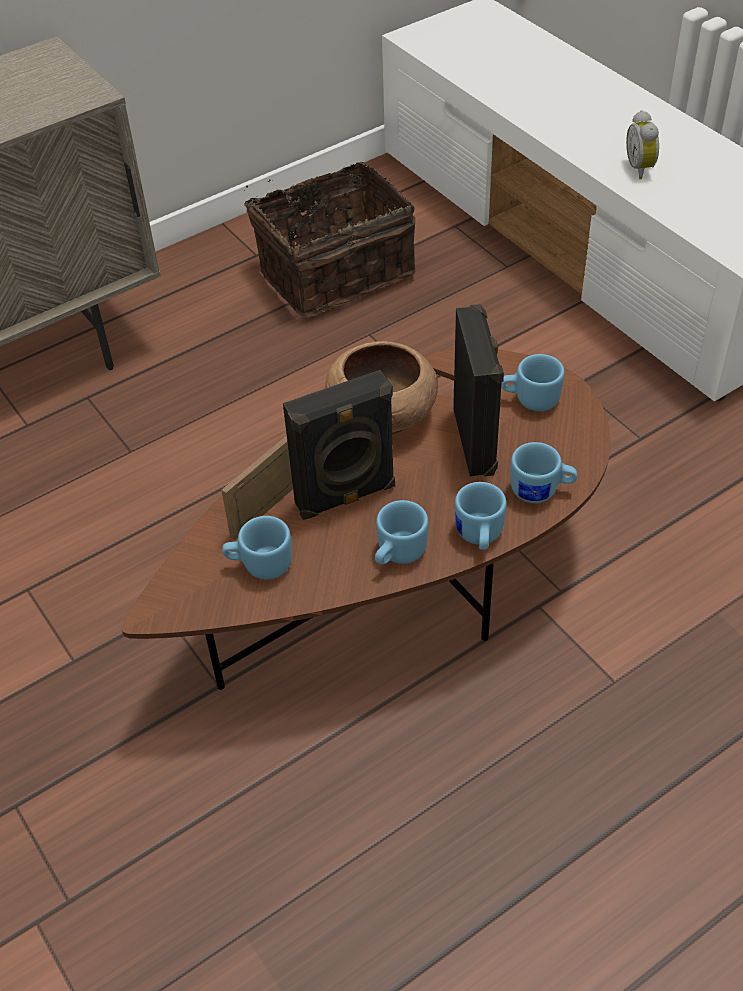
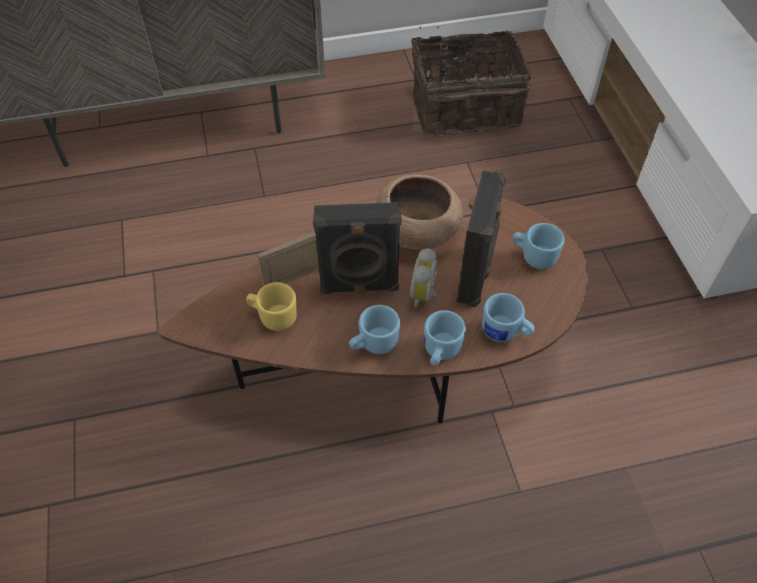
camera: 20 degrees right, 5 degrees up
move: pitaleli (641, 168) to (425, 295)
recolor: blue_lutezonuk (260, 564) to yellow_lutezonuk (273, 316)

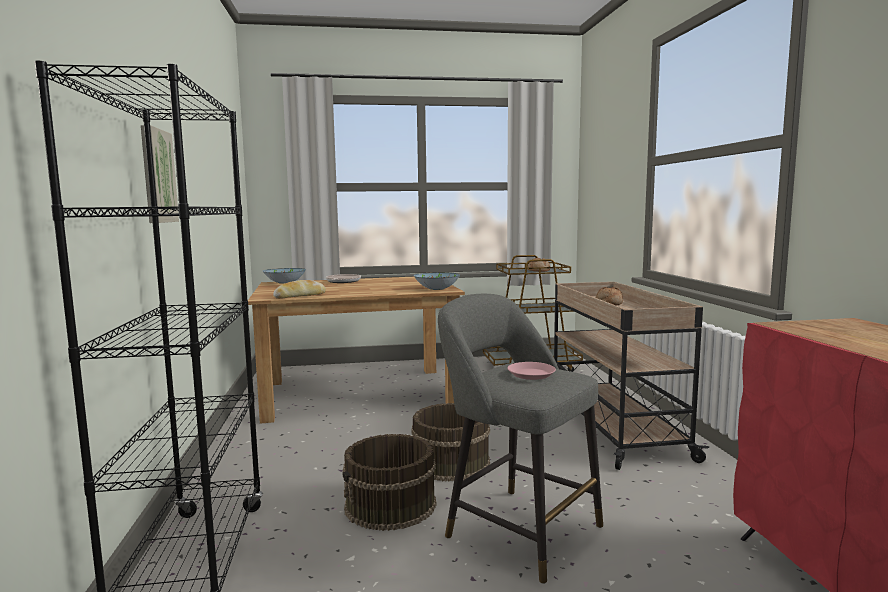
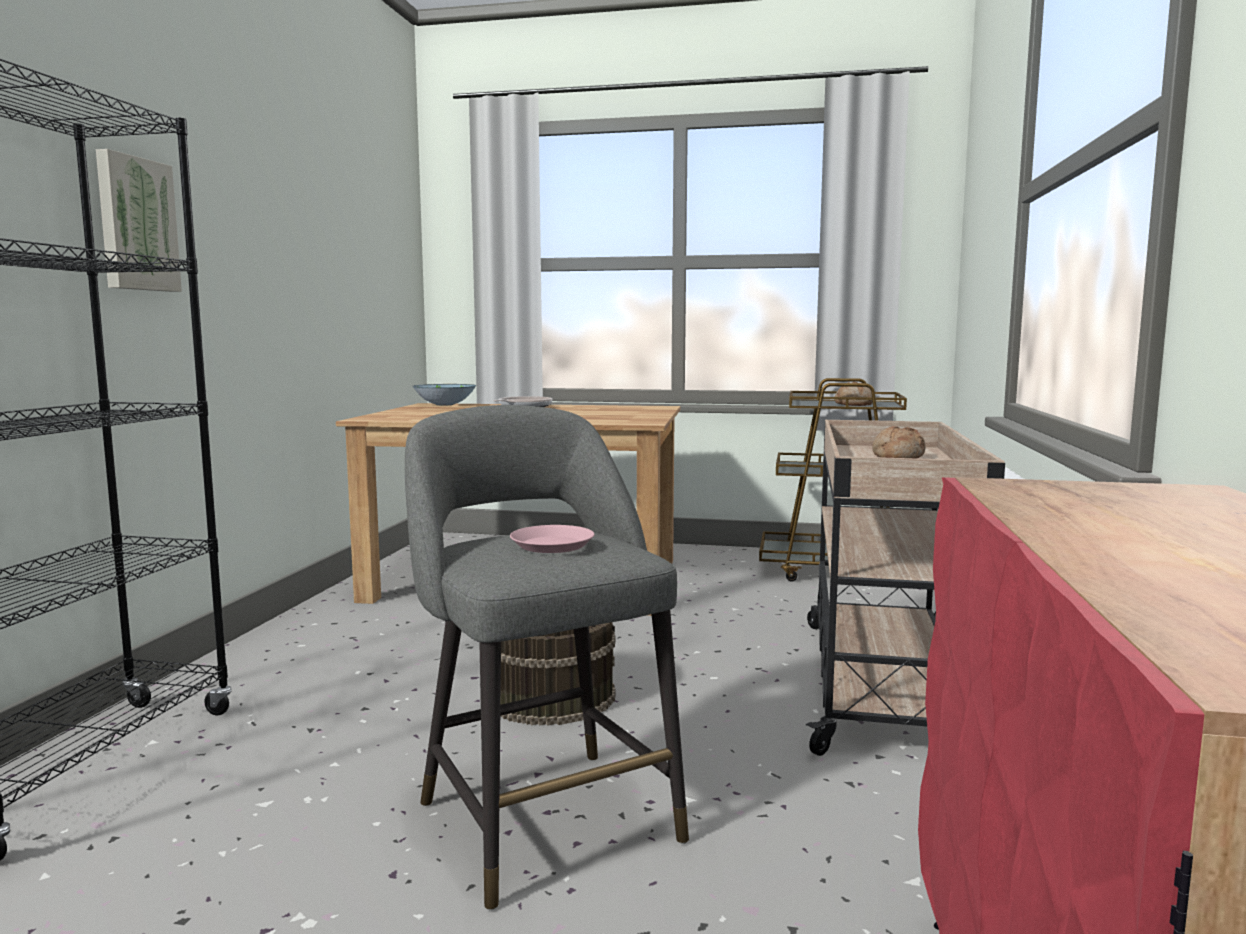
camera: 20 degrees right, 0 degrees up
delete: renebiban (300, 296); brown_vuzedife (391, 506); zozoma (436, 289)

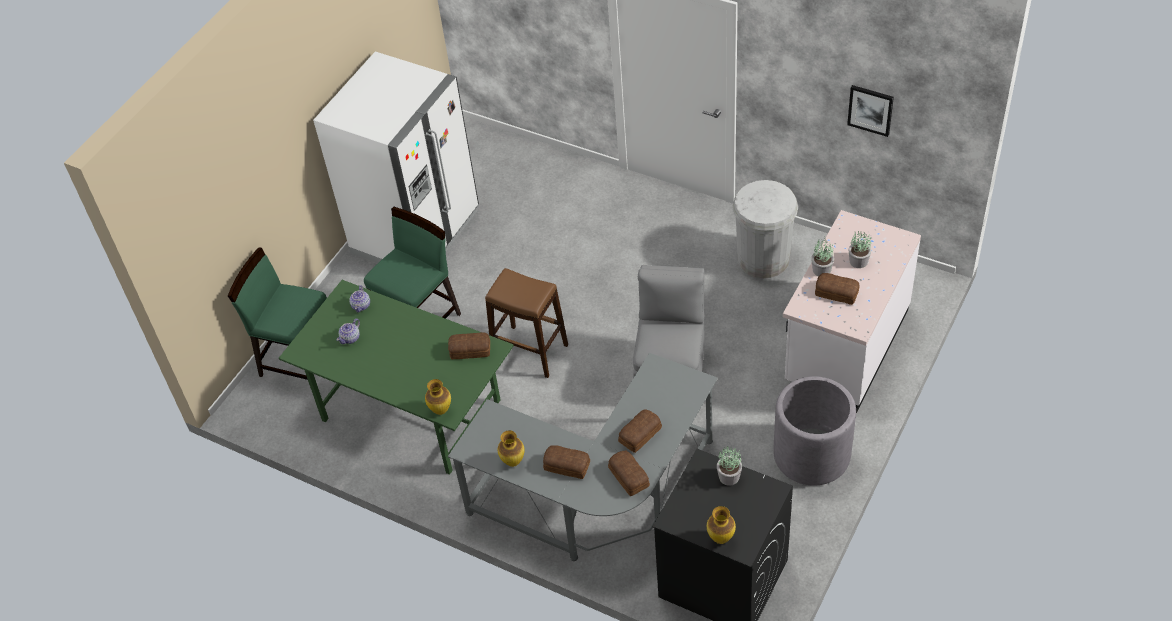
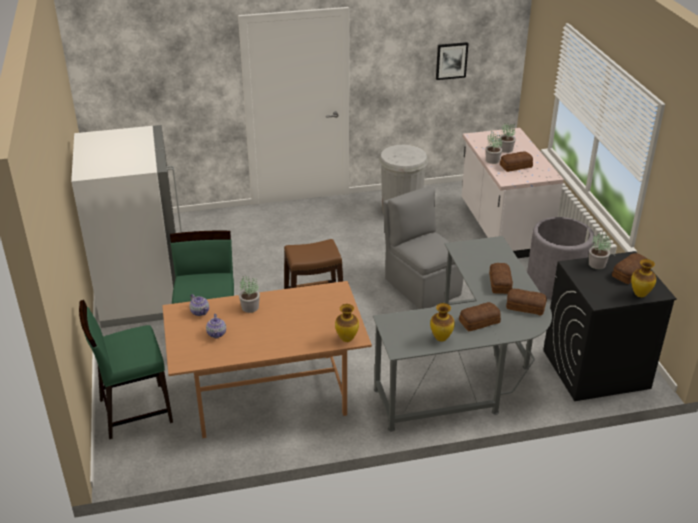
camera: 45 degrees left, 15 degrees down
insert: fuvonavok (250, 307)
move: renebiban (471, 350) to (630, 273)
recolor: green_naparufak (412, 410) to brown_naparufak (269, 393)

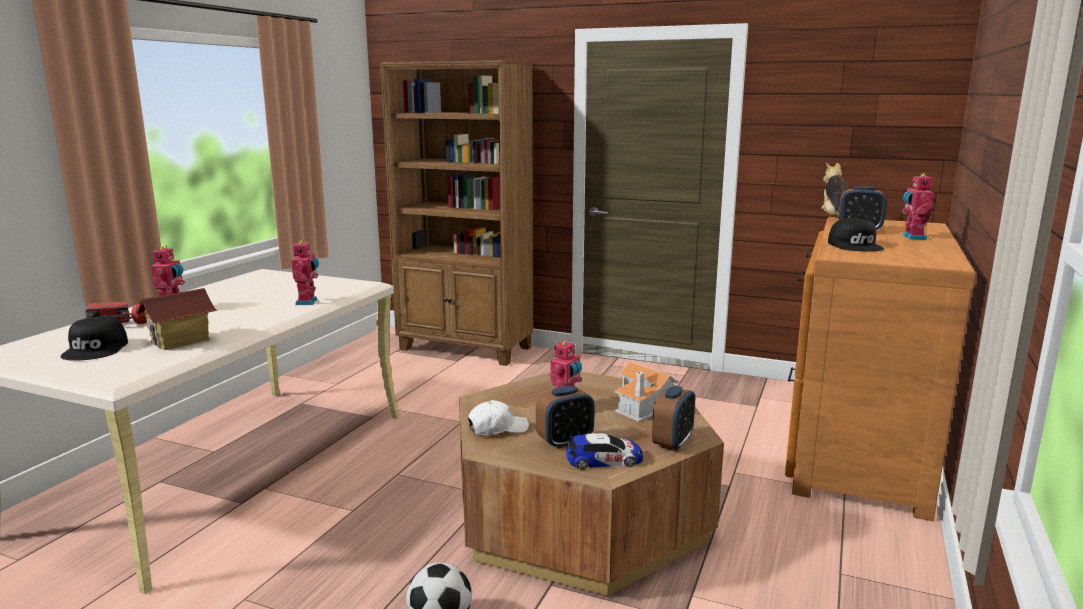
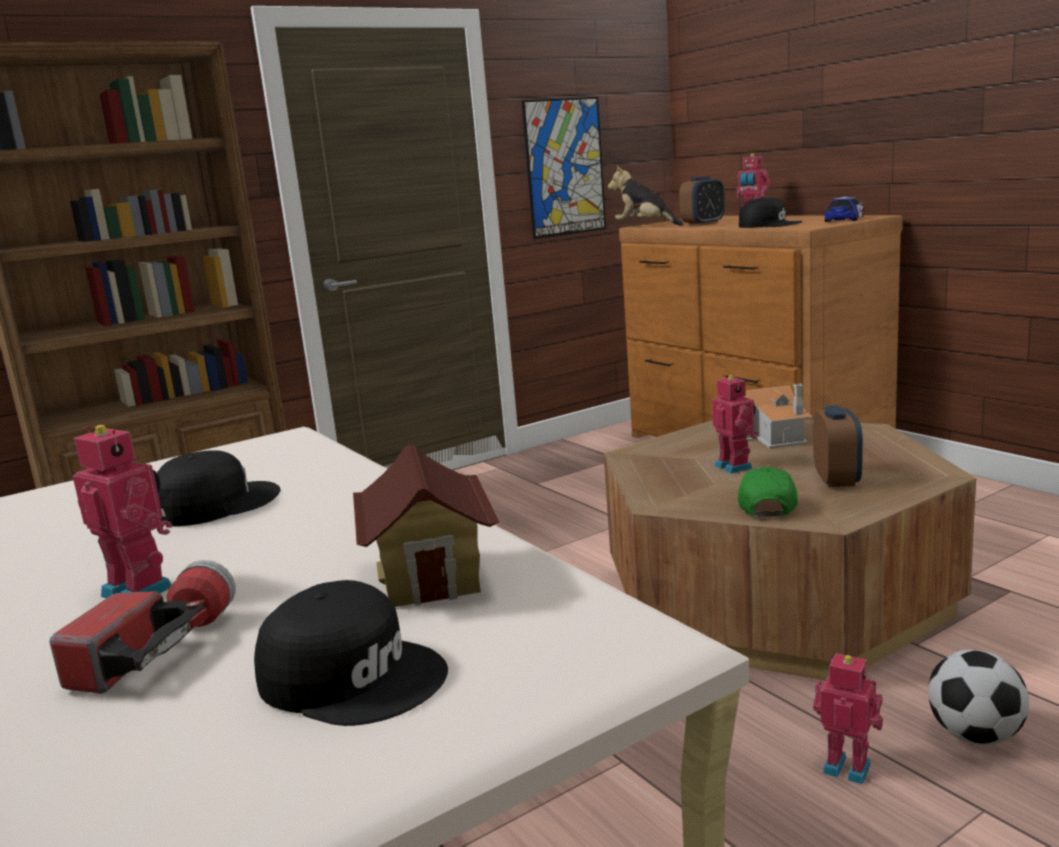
camera: 55 degrees left, 0 degrees up
delete: pitaleli (672, 442)
insert: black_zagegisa (216, 504); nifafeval (564, 167)
move: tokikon (308, 302) to (847, 766); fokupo (604, 460) to (844, 219)
recolor: white_zagegisa (497, 428) to green_zagegisa (767, 505)

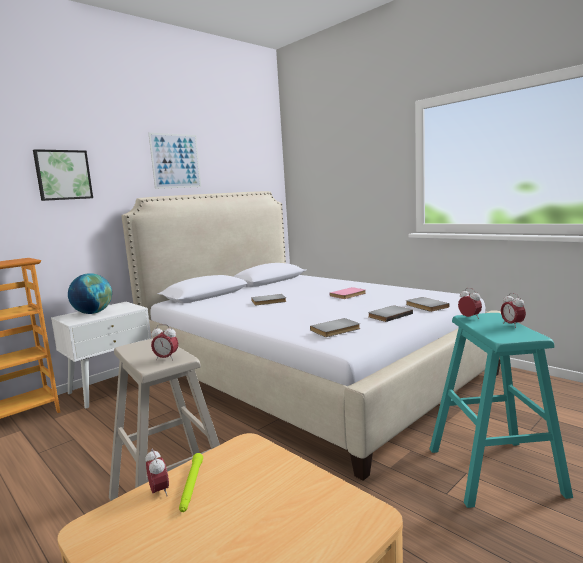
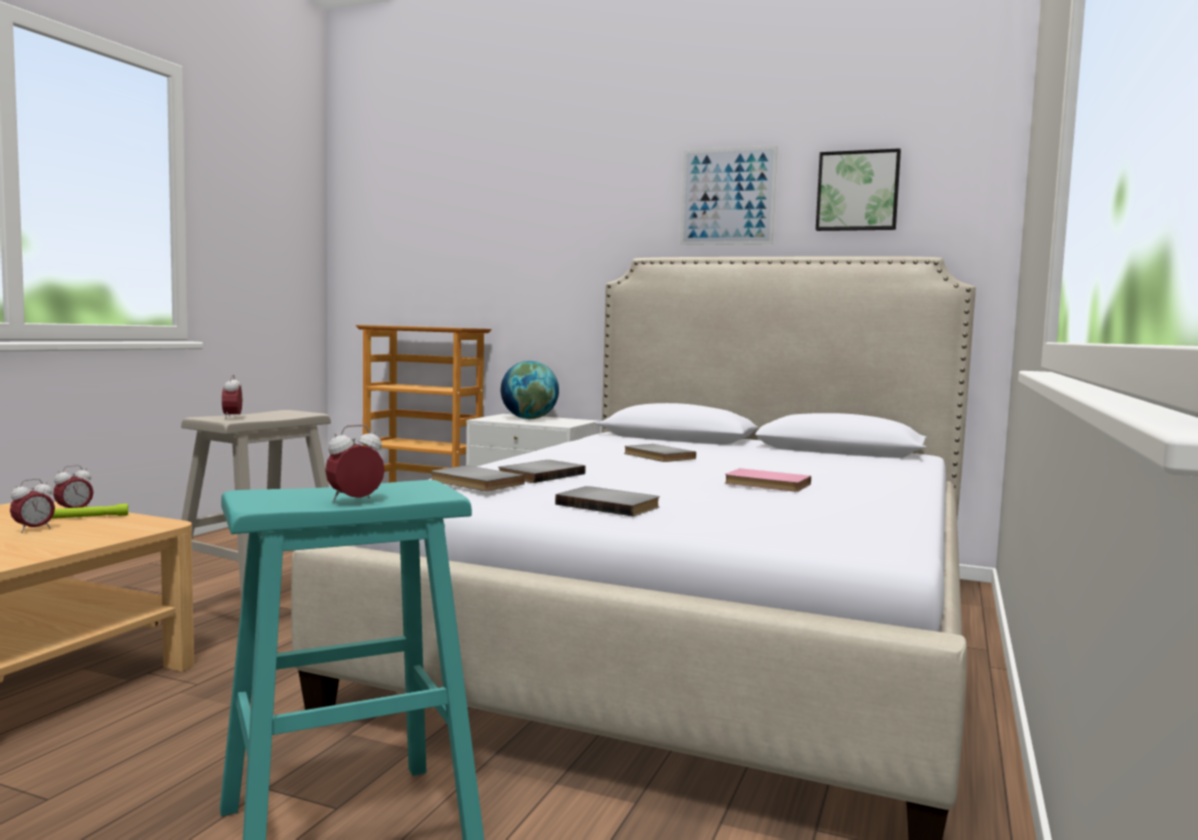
camera: 65 degrees right, 5 degrees down
move: nifafeval (63, 175) to (858, 191); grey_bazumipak (425, 306) to (539, 475); pitaleli (469, 318) to (33, 530)

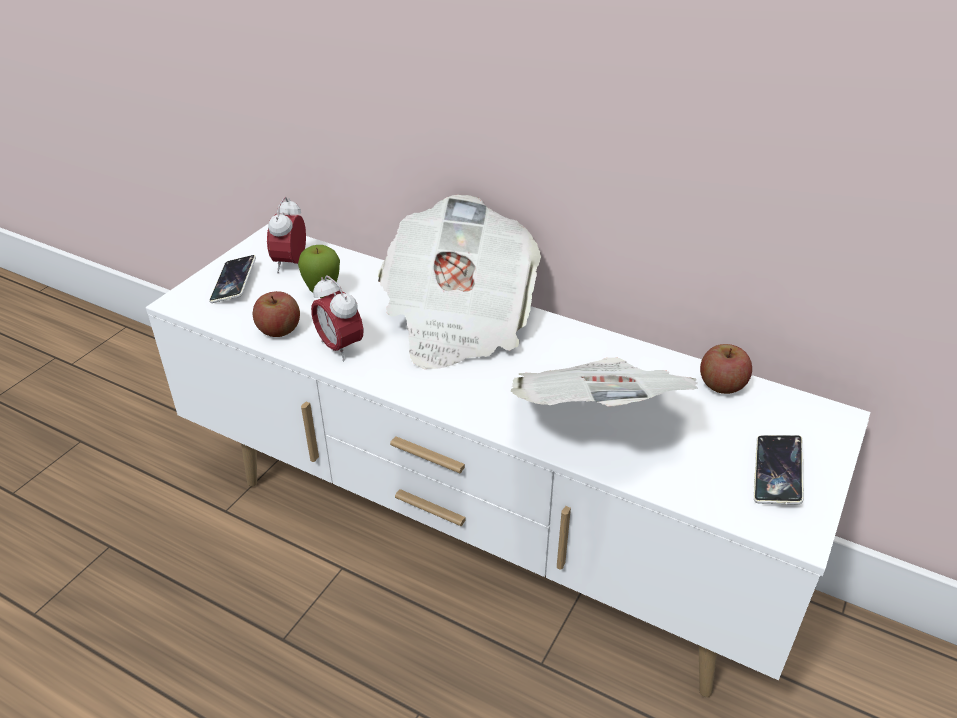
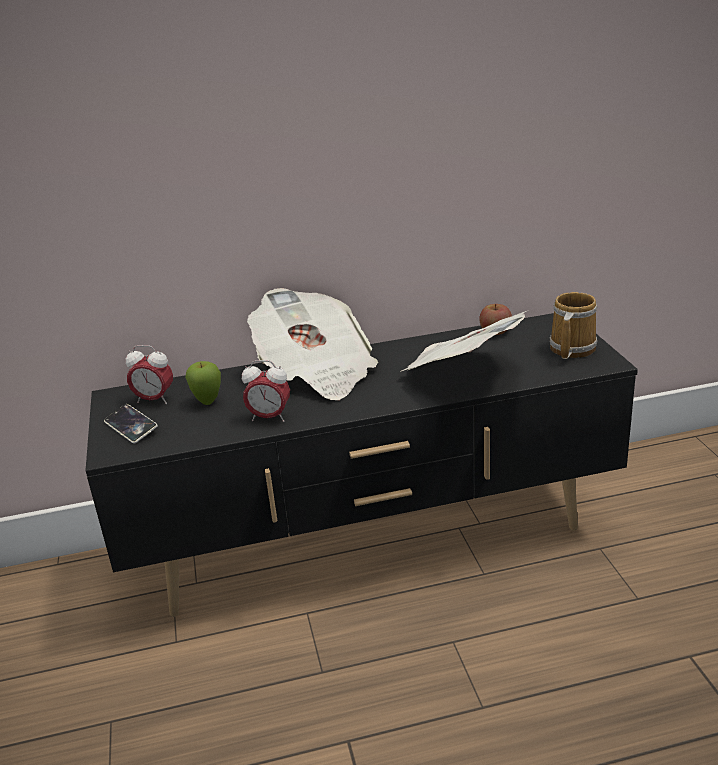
camera: 40 degrees left, 10 degrees down
delete: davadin (279, 330)
replace: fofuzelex (777, 473) to lutezonuk (570, 349)
recolor: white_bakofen (481, 540) to black_bakofen (373, 543)
rotate: pitaleli (291, 264) = (154, 400) 45 degrees counterclockwise

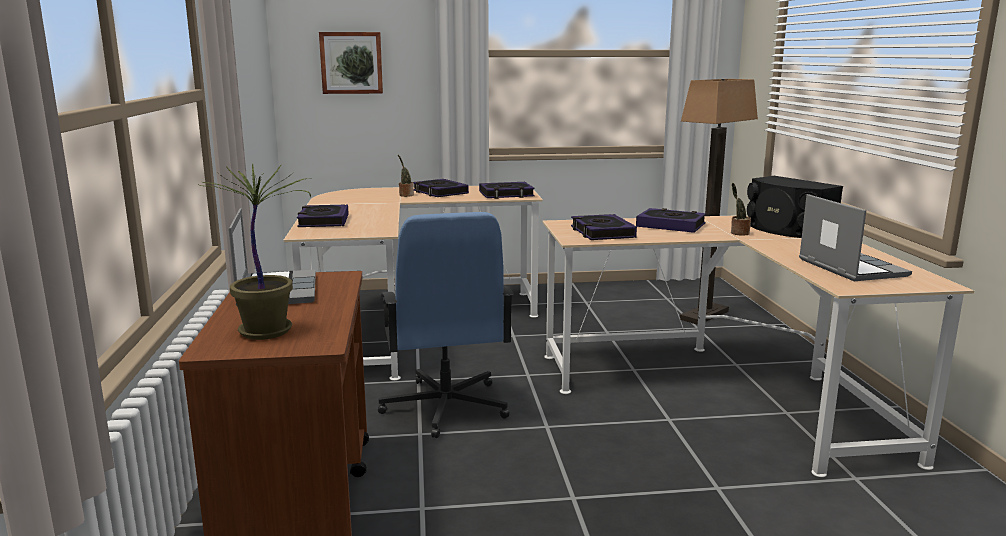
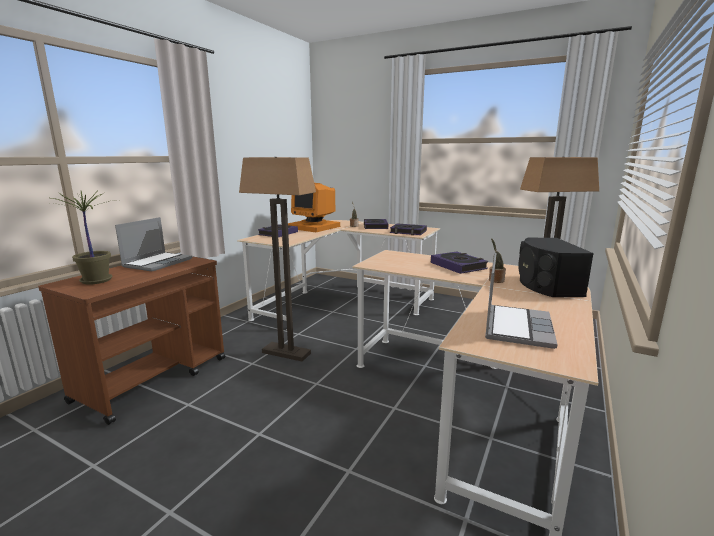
camera: 35 degrees right, 0 degrees up
delete: nifafeval (351, 63); bazumipak (602, 232)
insert: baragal (314, 227)
replace: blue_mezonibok (445, 407) to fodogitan (286, 353)

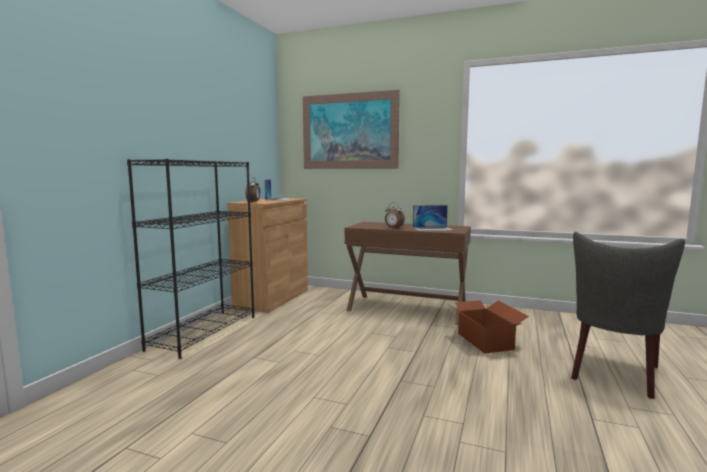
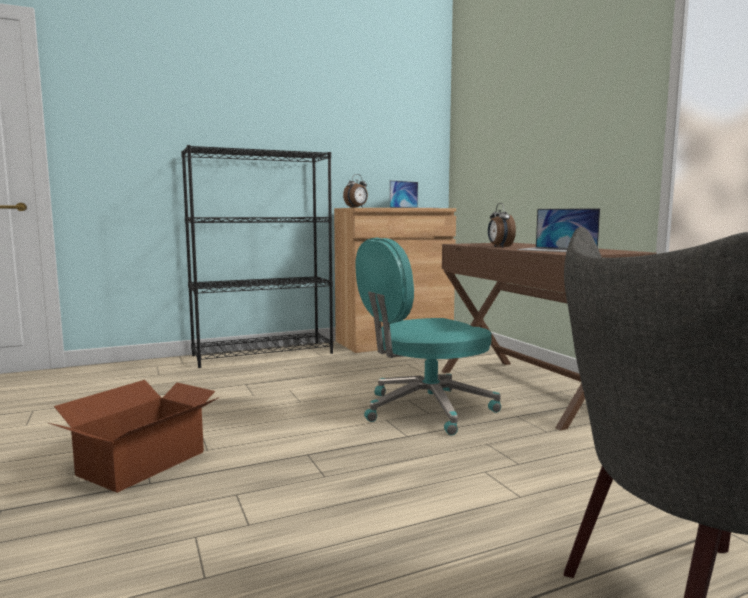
camera: 45 degrees right, 0 degrees up
delete: nifafeval (349, 131)
insert: turquoise_mezonibok (425, 409)
move: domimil (485, 341) to (144, 463)

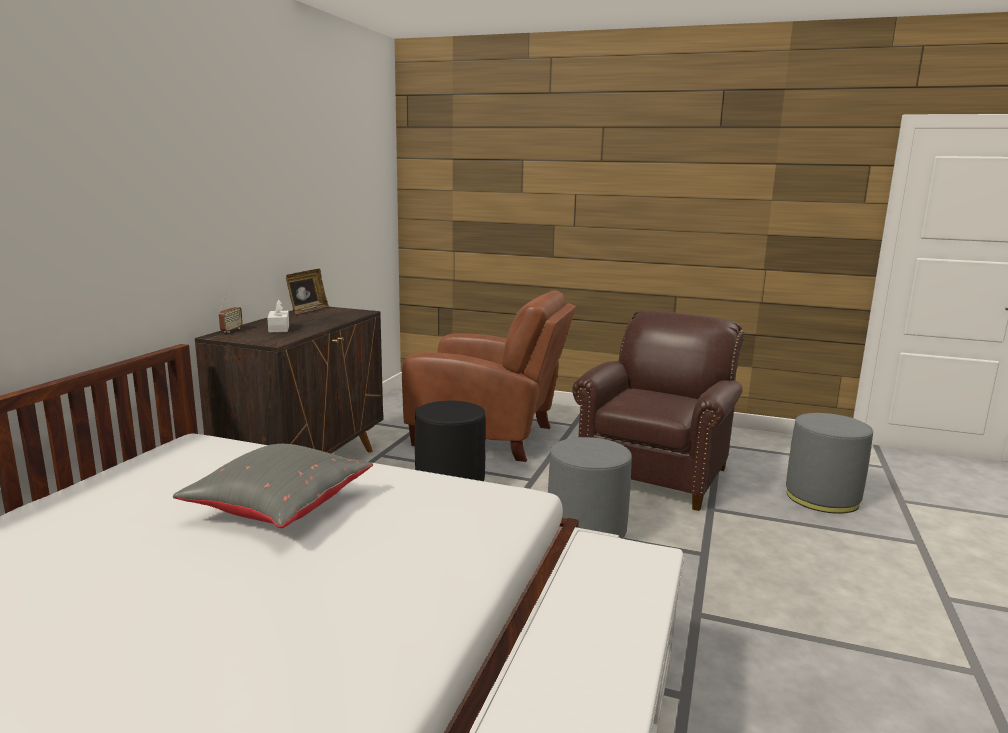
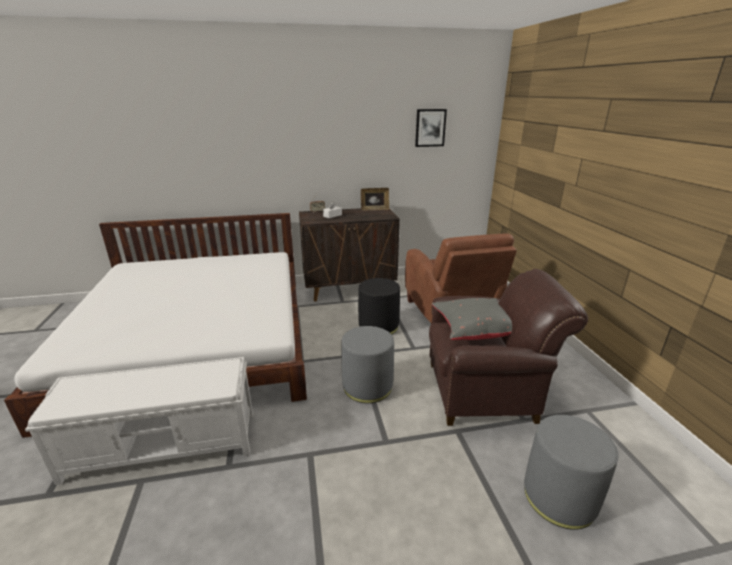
camera: 60 degrees right, 10 degrees up
insert: nifafeval (430, 128)
move: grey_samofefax (278, 507) to (474, 330)

